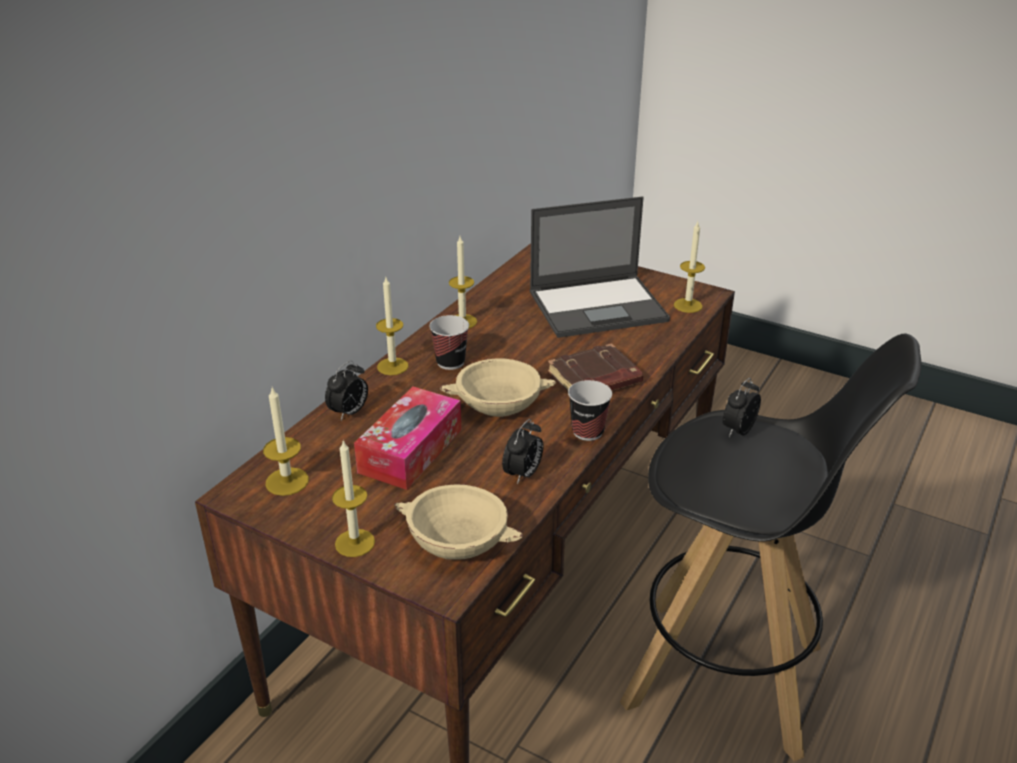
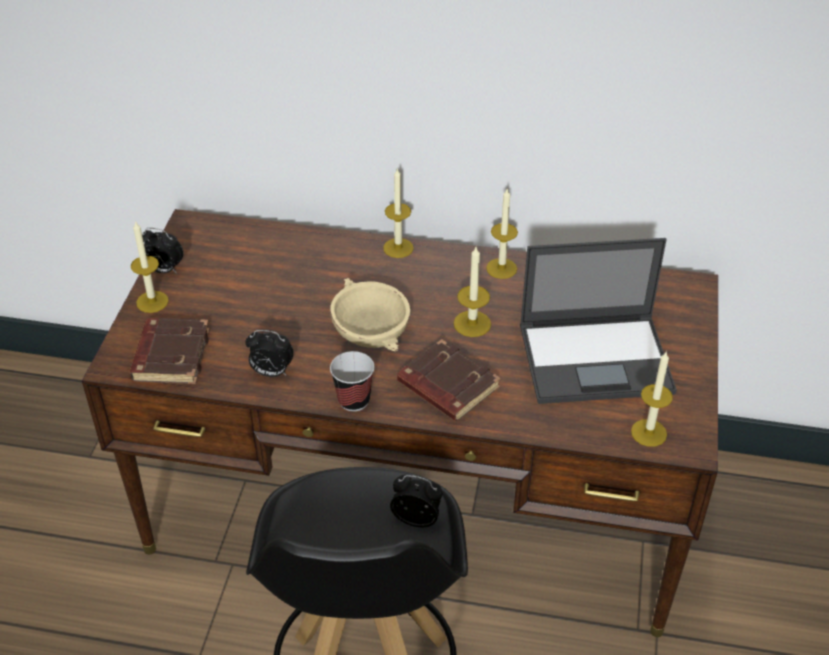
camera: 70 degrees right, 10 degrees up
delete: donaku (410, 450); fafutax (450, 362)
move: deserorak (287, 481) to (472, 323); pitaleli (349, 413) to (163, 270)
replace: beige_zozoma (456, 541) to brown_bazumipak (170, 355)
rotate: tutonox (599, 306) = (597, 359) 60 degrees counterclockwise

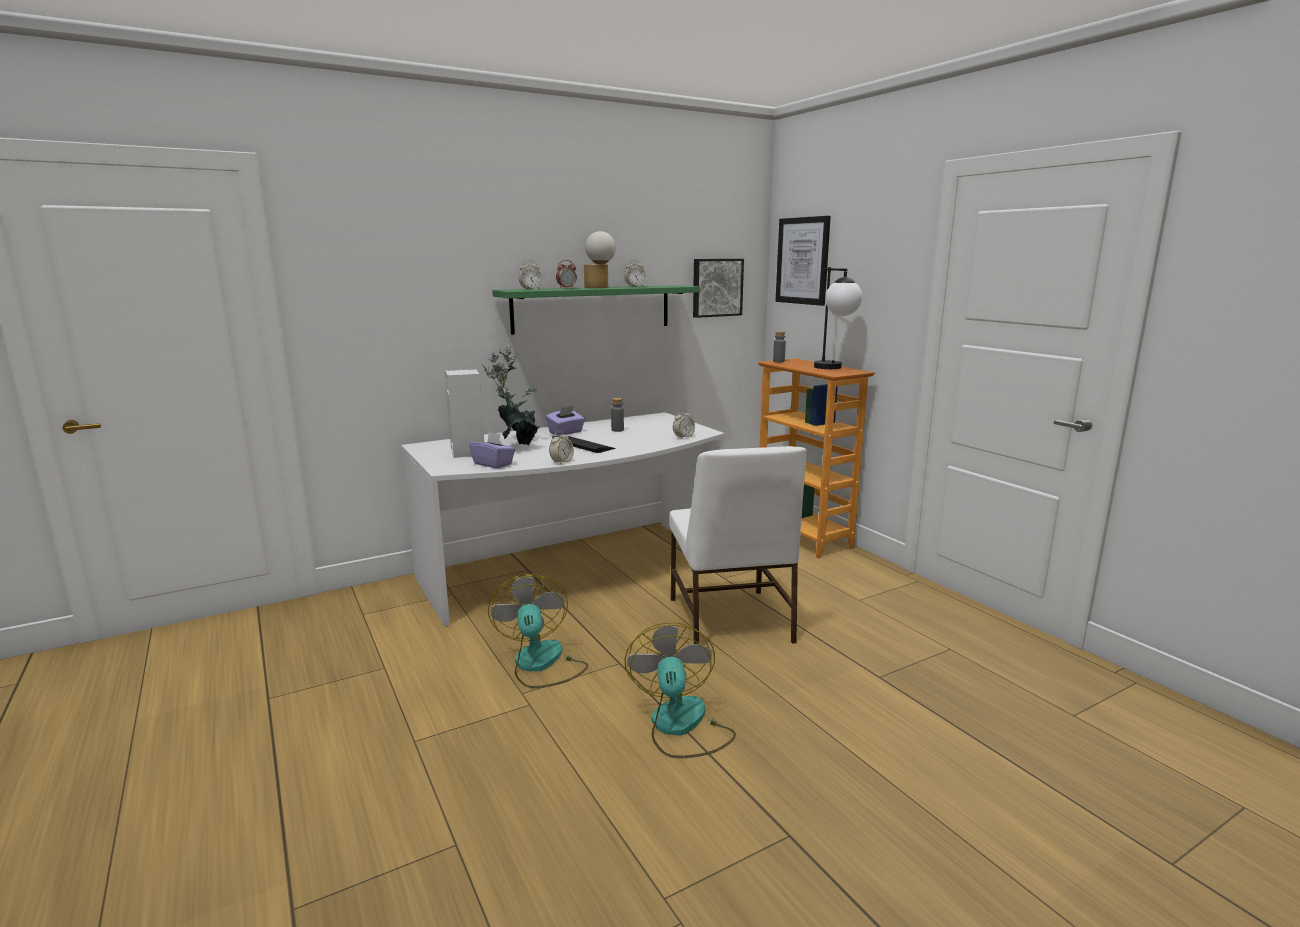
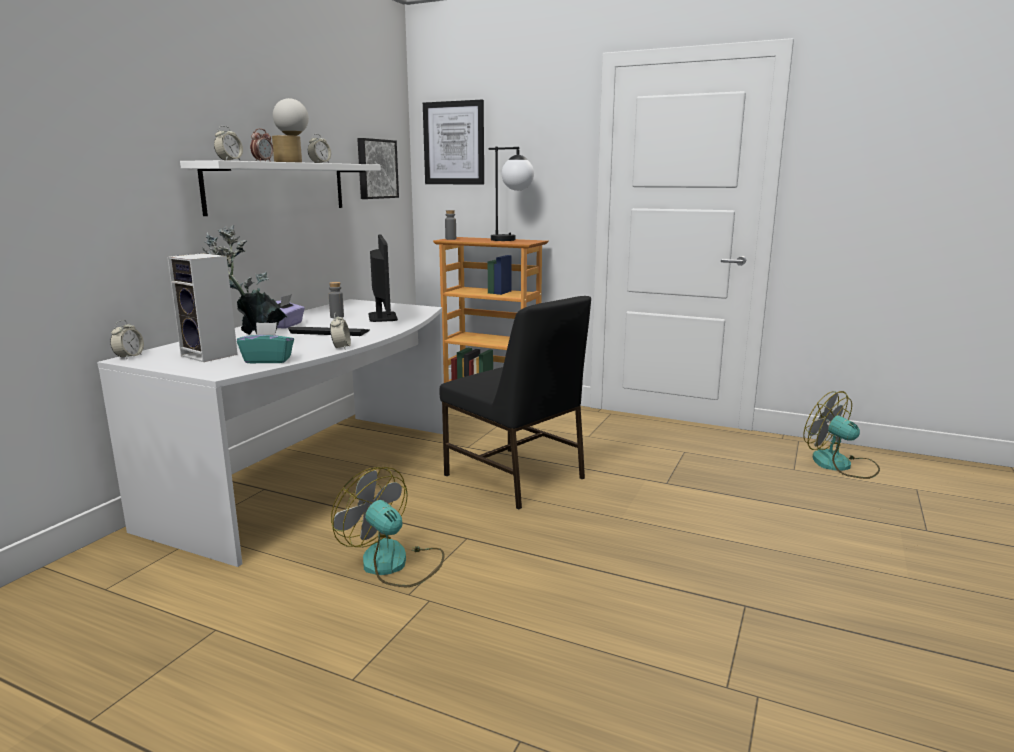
camera: 35 degrees left, 0 degrees up
insert: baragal (382, 317)
move: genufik (681, 727) to (840, 465); pitaleli (683, 437) to (129, 357)
recolor: purple_donaku (493, 464) to turquoise_donaku (268, 360); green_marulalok (592, 308) to white_marulalok (278, 187); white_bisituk (729, 621) to black_bisituk (515, 478)

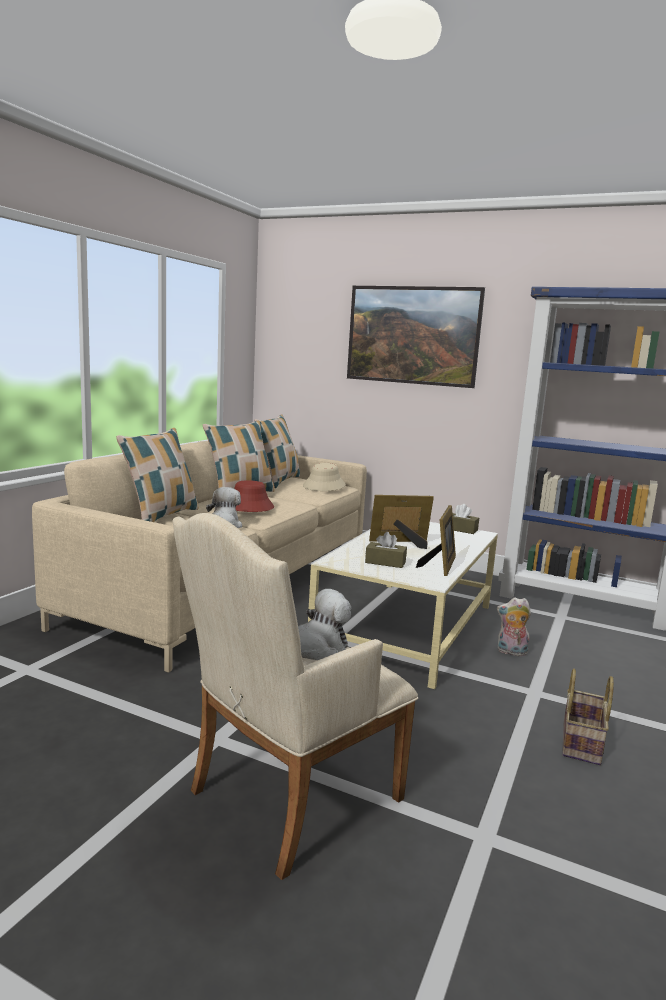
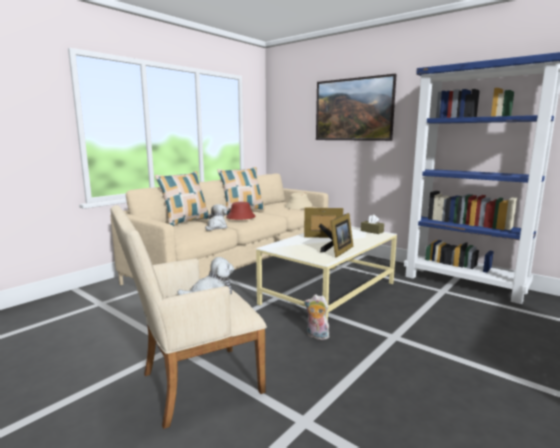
camera: 15 degrees right, 0 degrees up
delete: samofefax (278, 481); brown_donaku (385, 562); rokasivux (582, 744)
move: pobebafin (511, 652) to (316, 336)

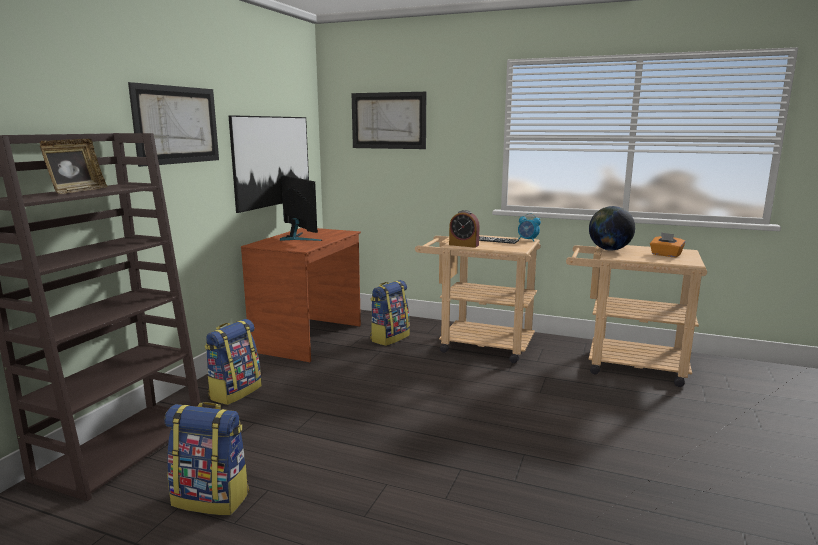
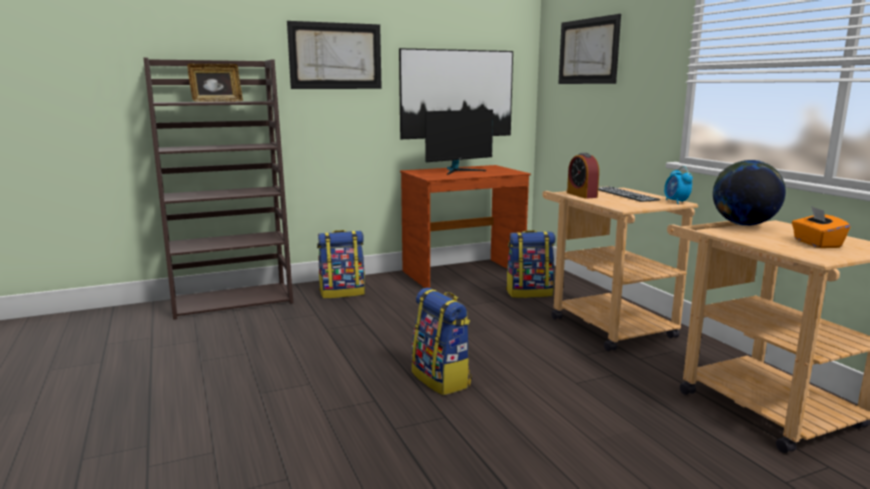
camera: 45 degrees right, 0 degrees up
move: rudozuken (212, 498) to (442, 379)
rotate: baragal (298, 238) = (458, 171) 45 degrees clockwise

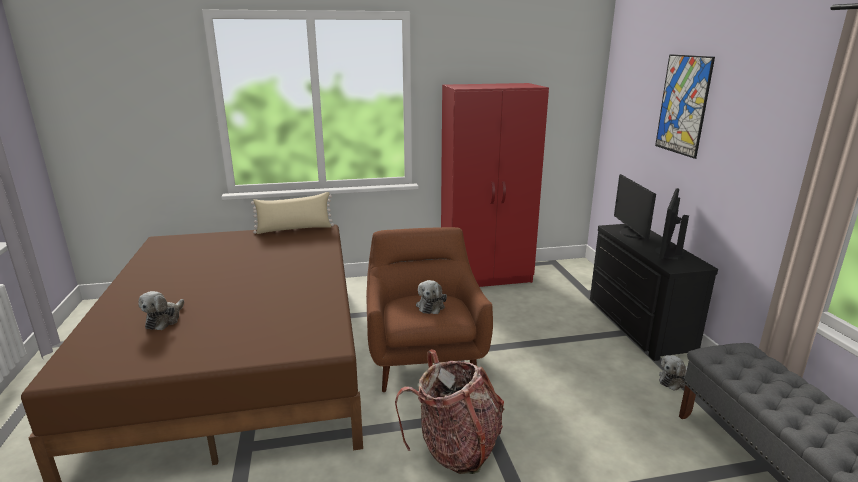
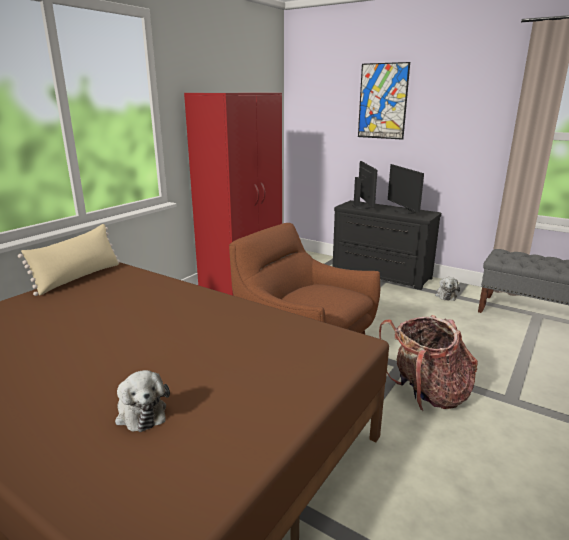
camera: 45 degrees left, 0 degrees up
delete: pobebafin (431, 305)
rotate: baragal (632, 233) = (363, 206) 135 degrees counterclockwise

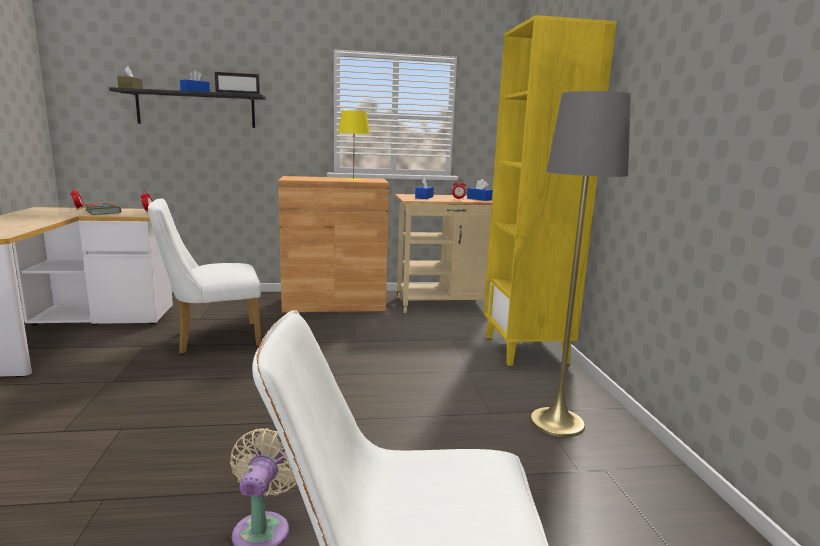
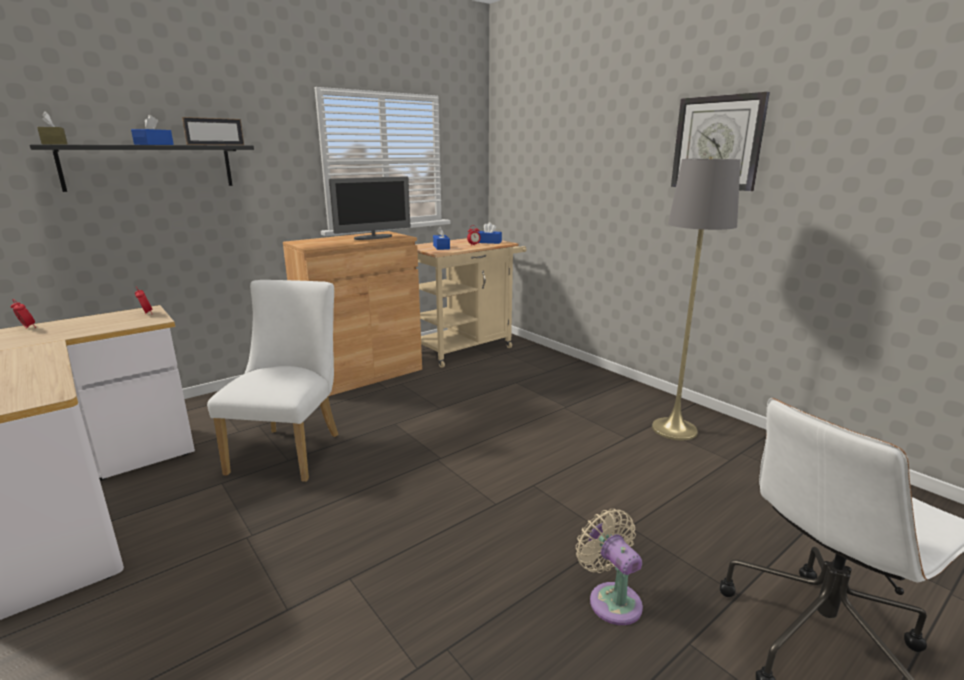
camera: 30 degrees left, 5 degrees up
delete: bazumipak (103, 211); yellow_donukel (526, 349)
insert: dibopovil (717, 143)
replace: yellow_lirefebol (353, 179) to baragal (373, 237)
rotate: white_bisituk (211, 339) = (291, 449) 150 degrees clockwise

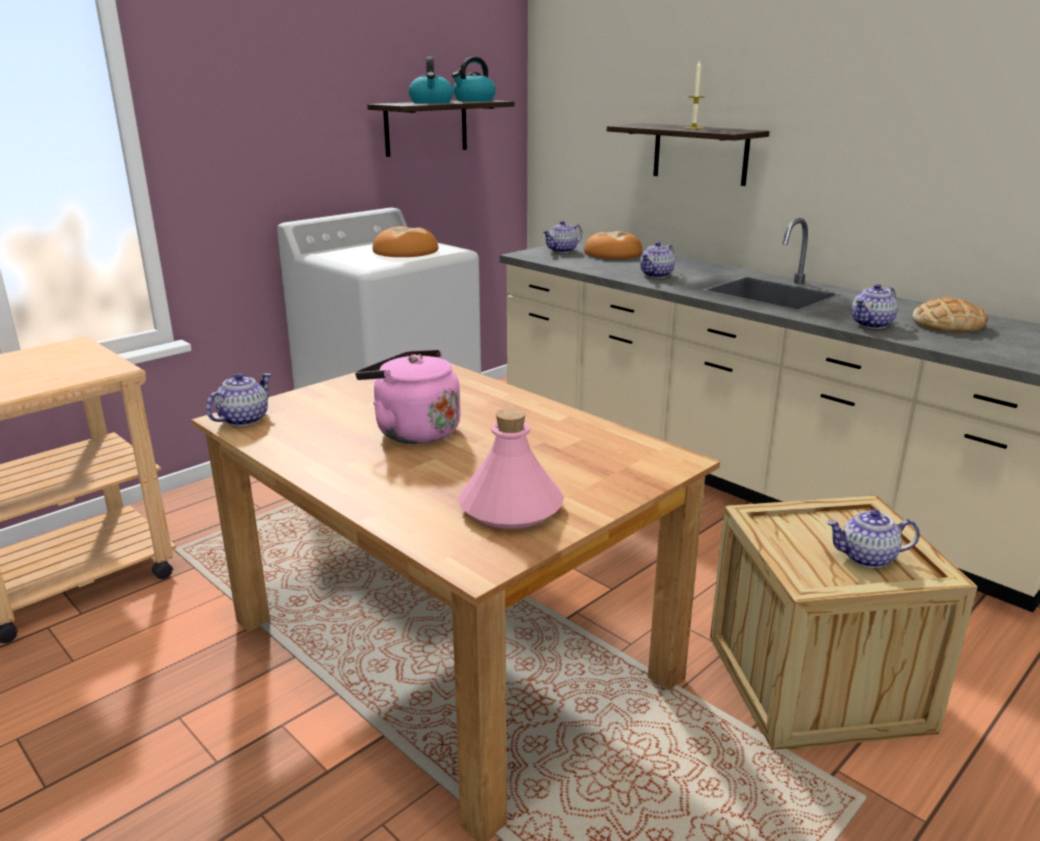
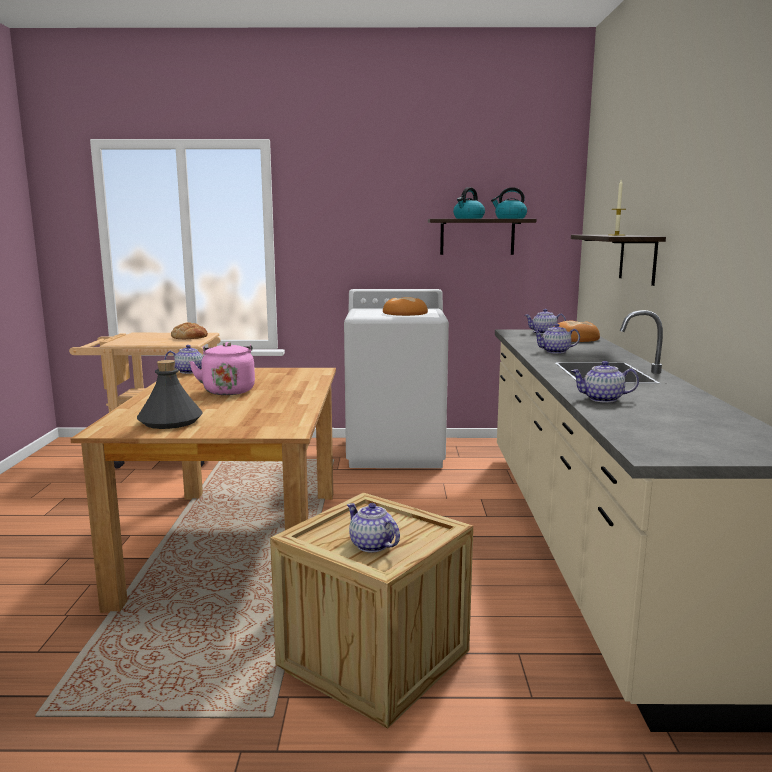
camera: 45 degrees right, 10 degrees down
move: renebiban (947, 324) to (189, 337)
recolor: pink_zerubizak (511, 507) to grey_zerubizak (171, 421)

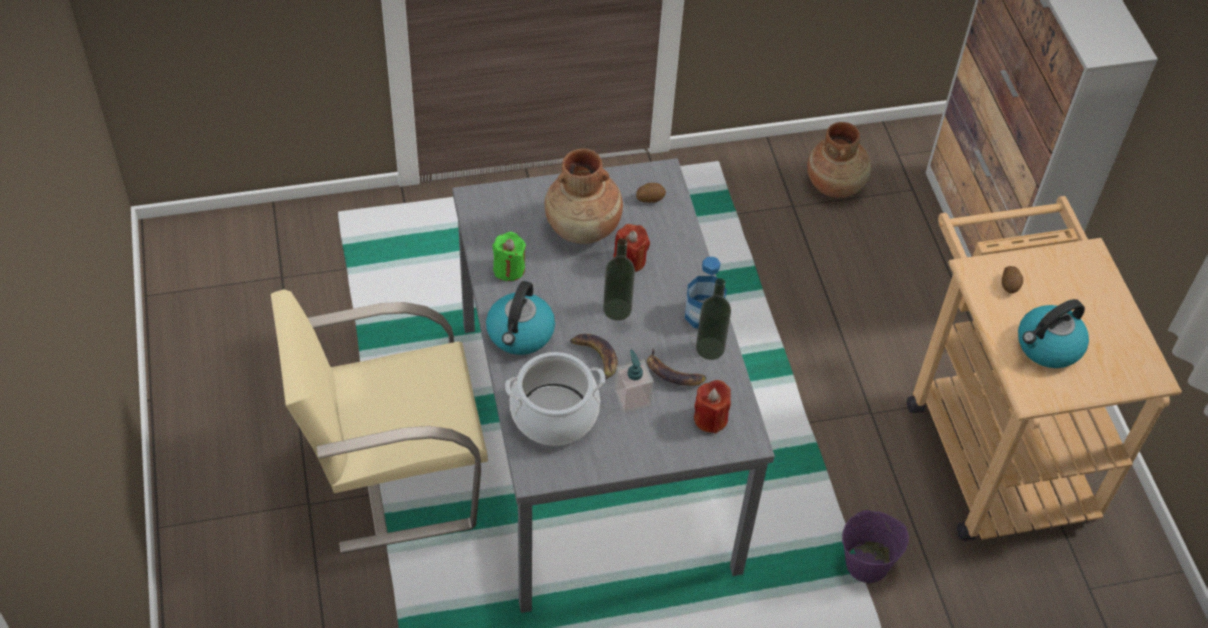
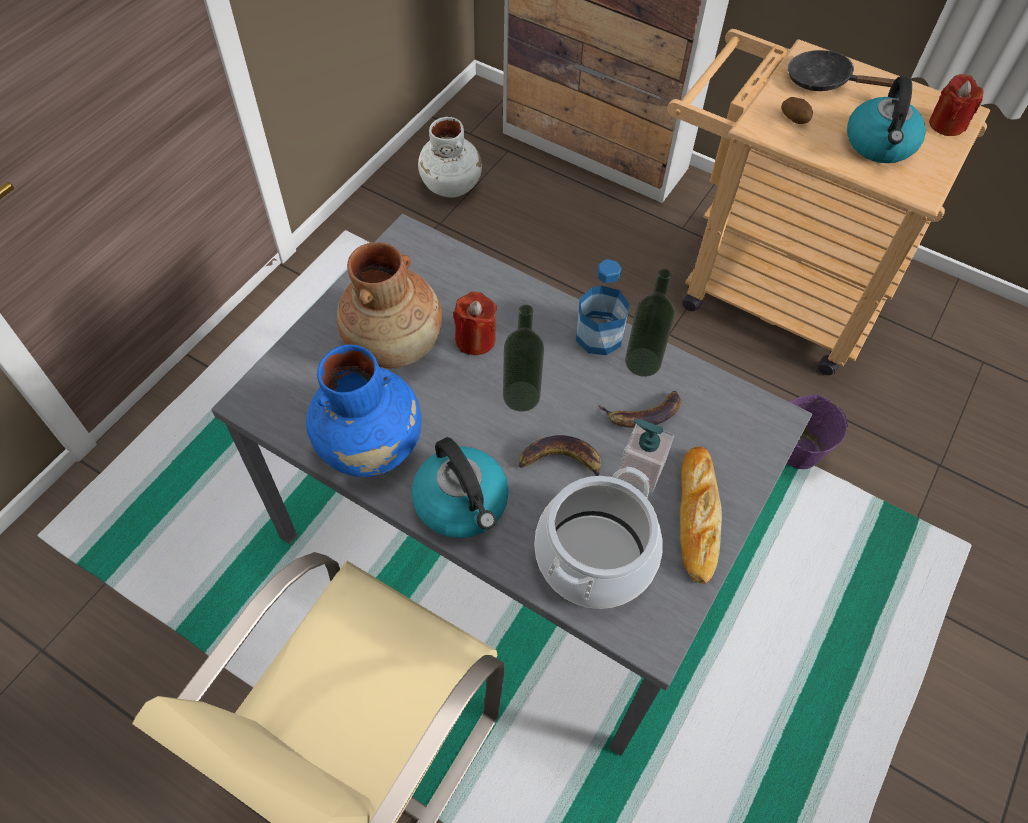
camera: 45 degrees left, 5 degrees up
delete: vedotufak (650, 198)
insert: renebiban (697, 516); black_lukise (824, 82)
move: red_deserorak (710, 418) to (946, 124)
replace: green_deserorak (509, 269) to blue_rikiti (371, 445)
recolor: brown_rikiti (835, 184) to white_rikiti (451, 185)

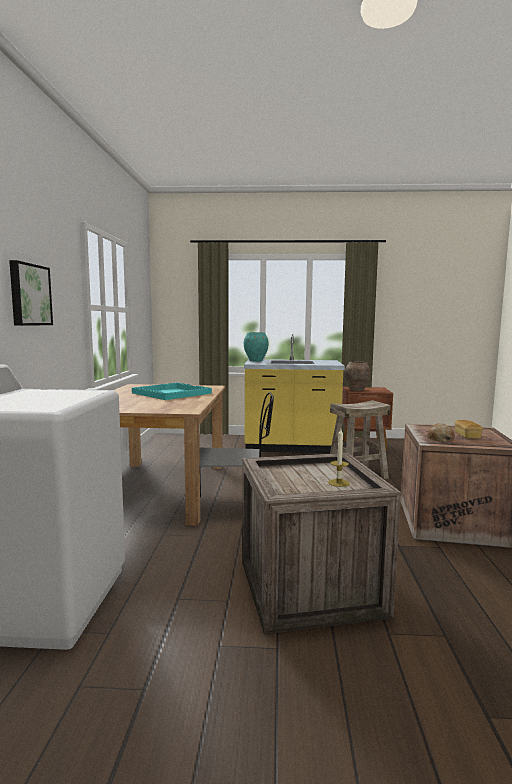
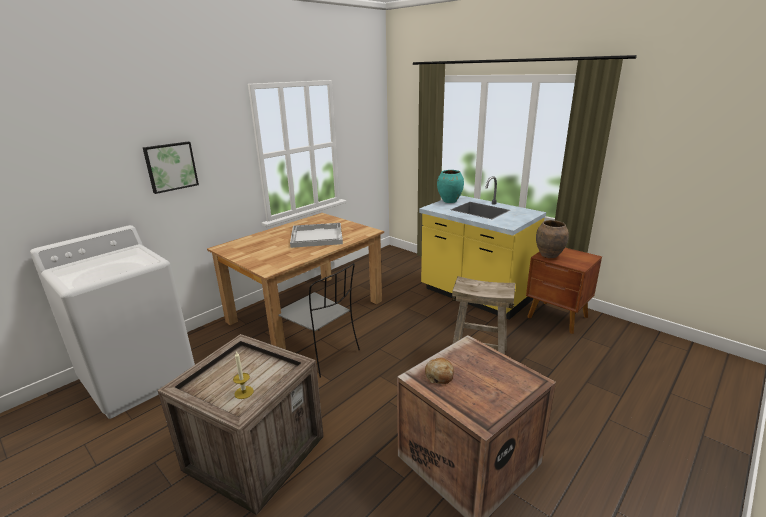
camera: 40 degrees right, 15 degrees up
delete: renebiban (467, 436)
recolor: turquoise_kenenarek (171, 393) to white_kenenarek (316, 236)

